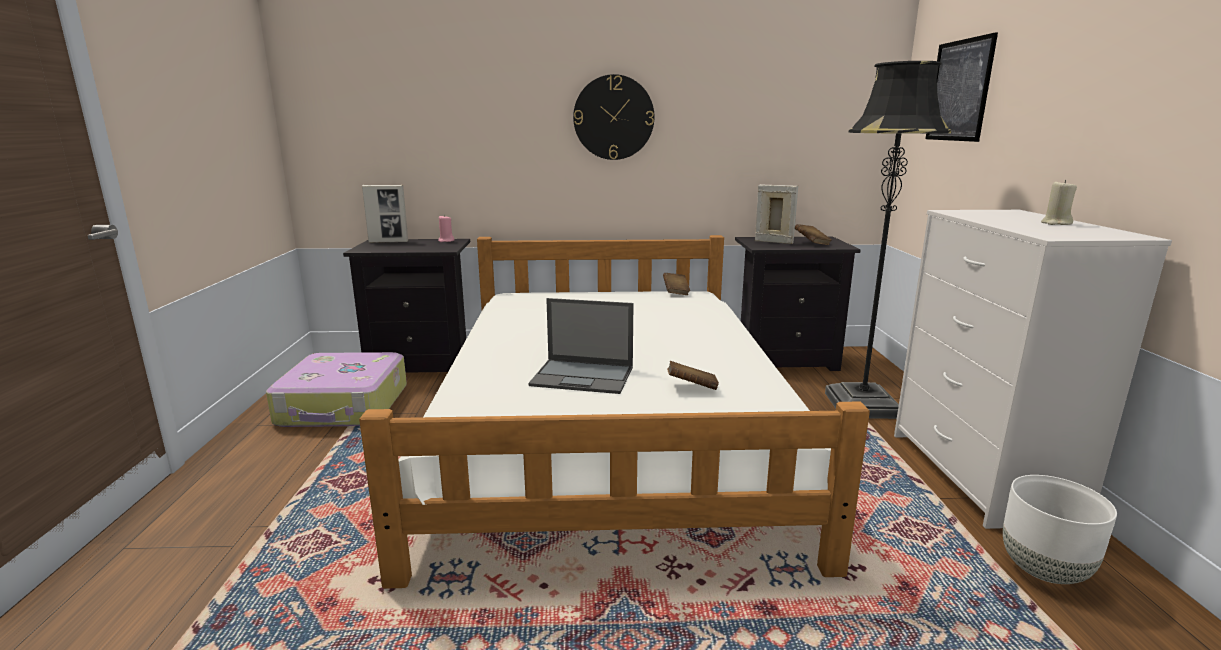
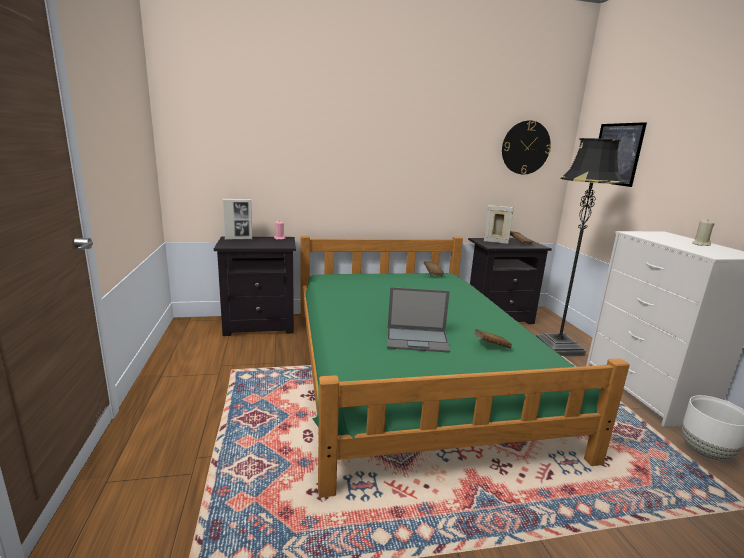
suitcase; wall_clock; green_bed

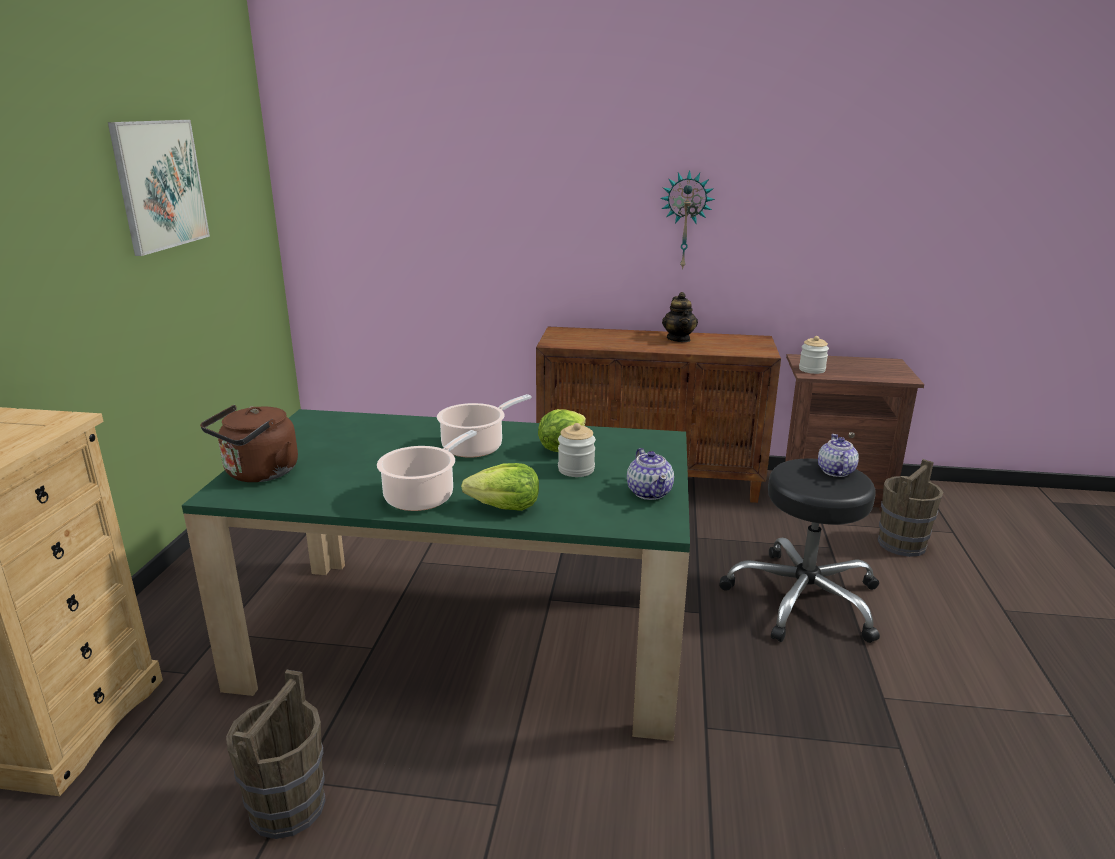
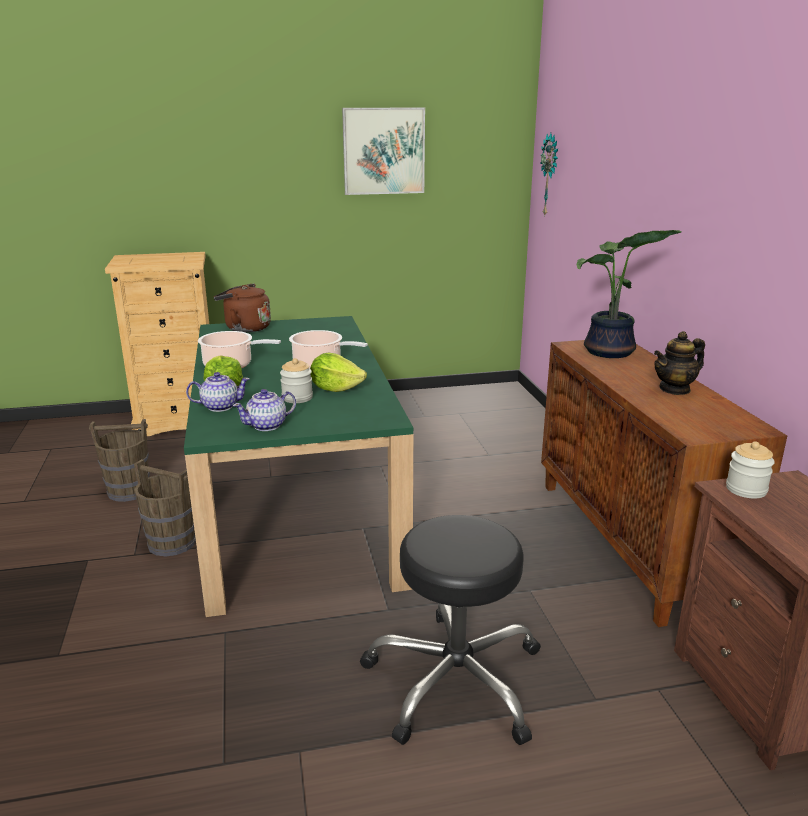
potted_plant; wall_clock; teapot (no. 1 from left); brown_bucket (no. 2 from left)

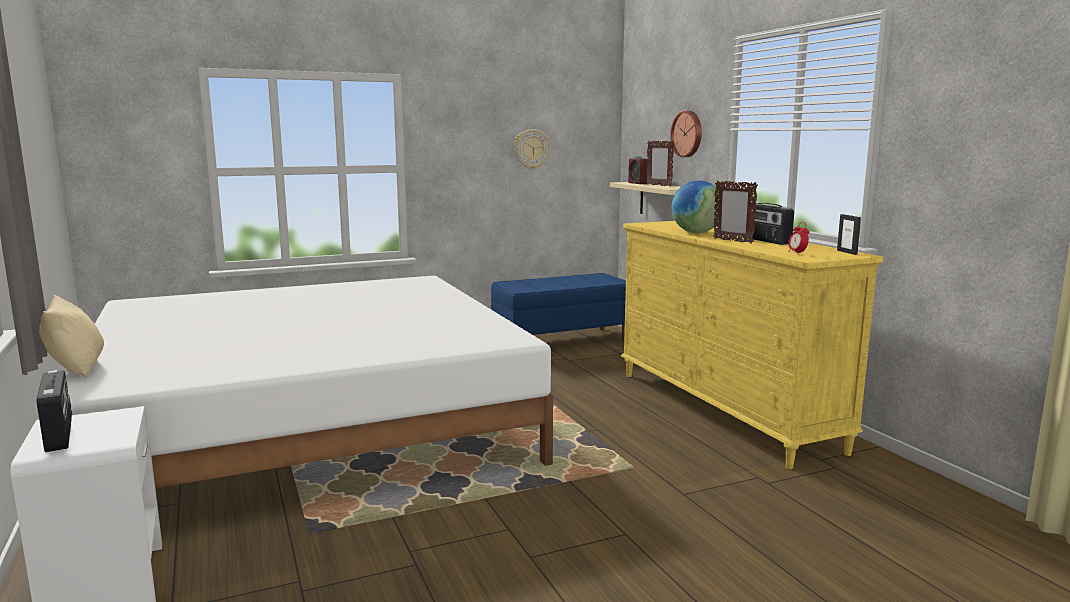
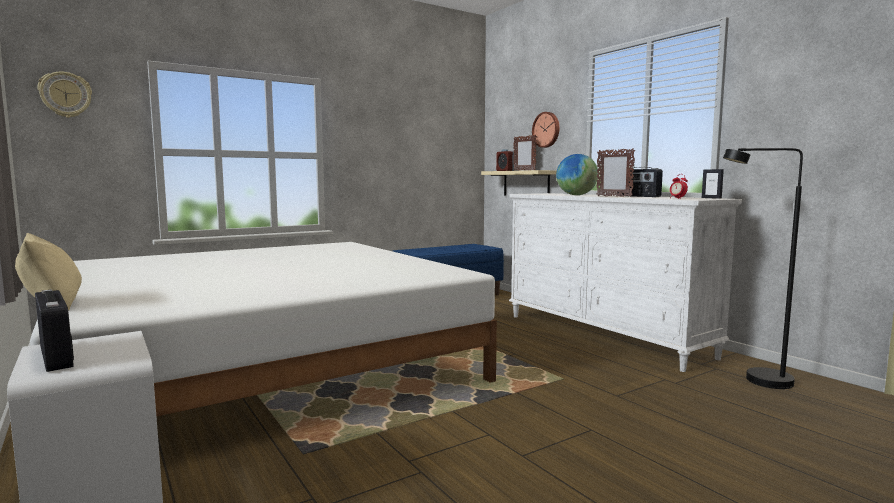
black_floor_lamp; wall_clock (no. 1 from left); white_dresser

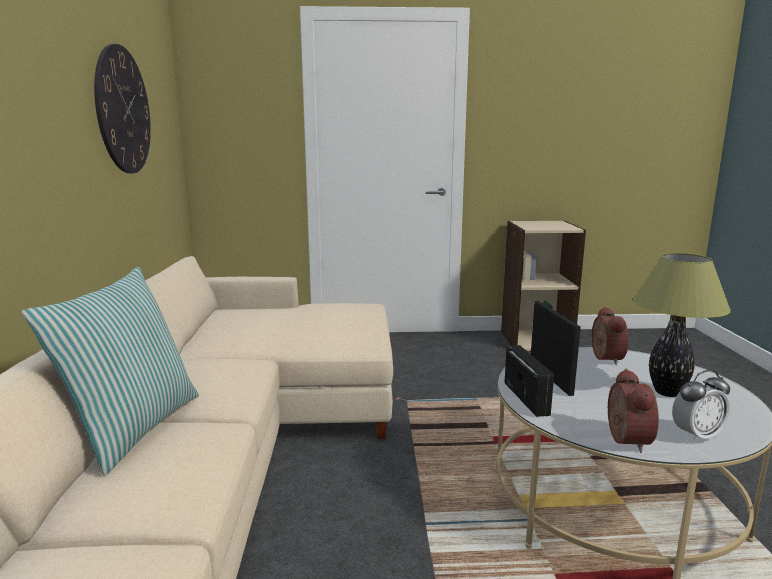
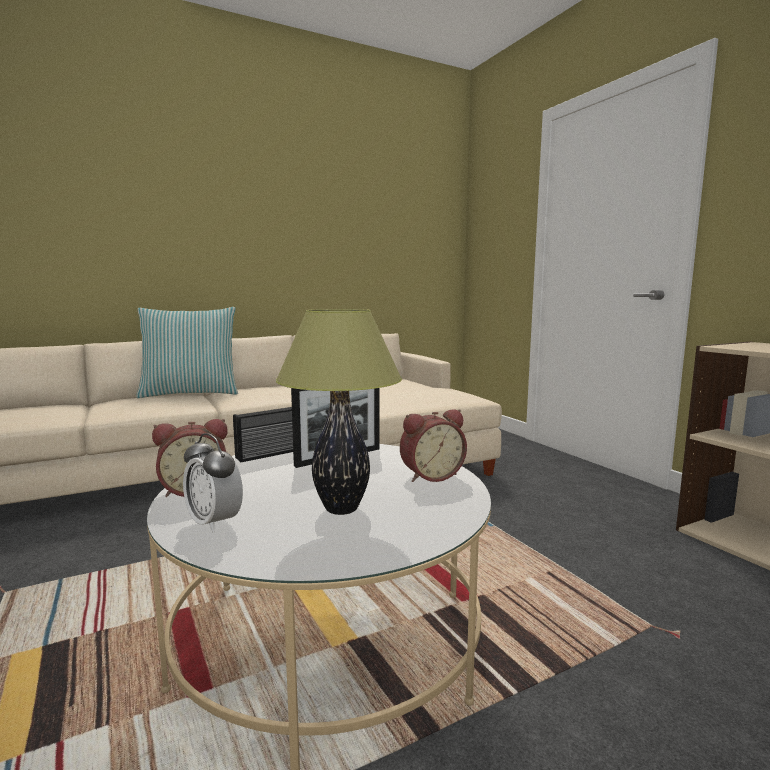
wall_clock

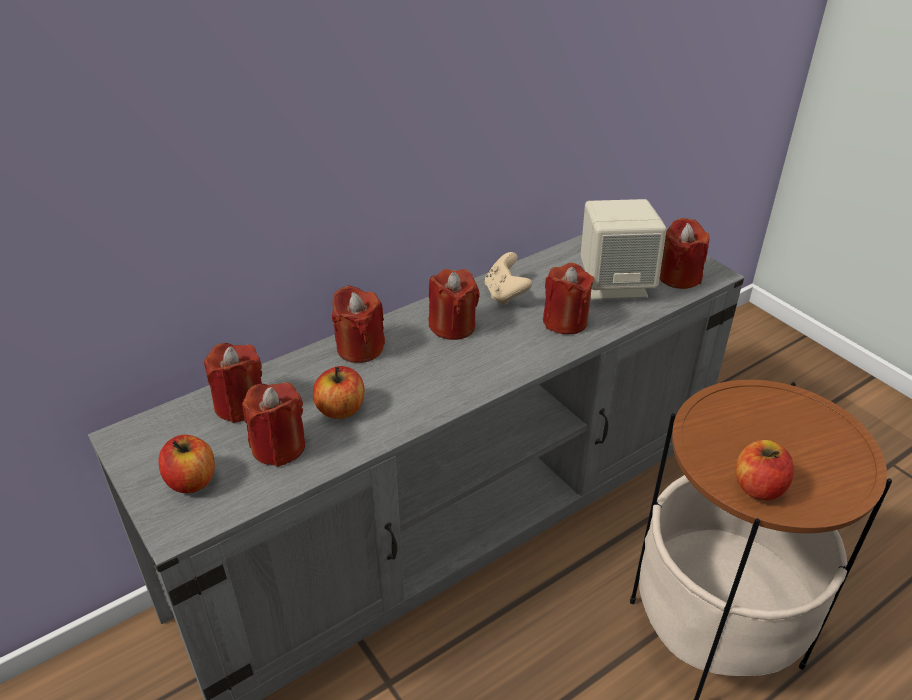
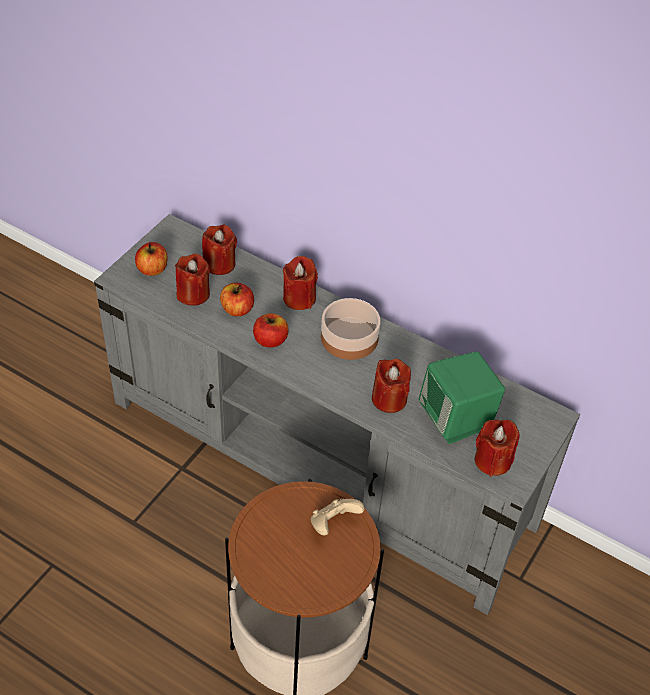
beige_game_controller; apple (no. 3 from left); bowl; green_speaker

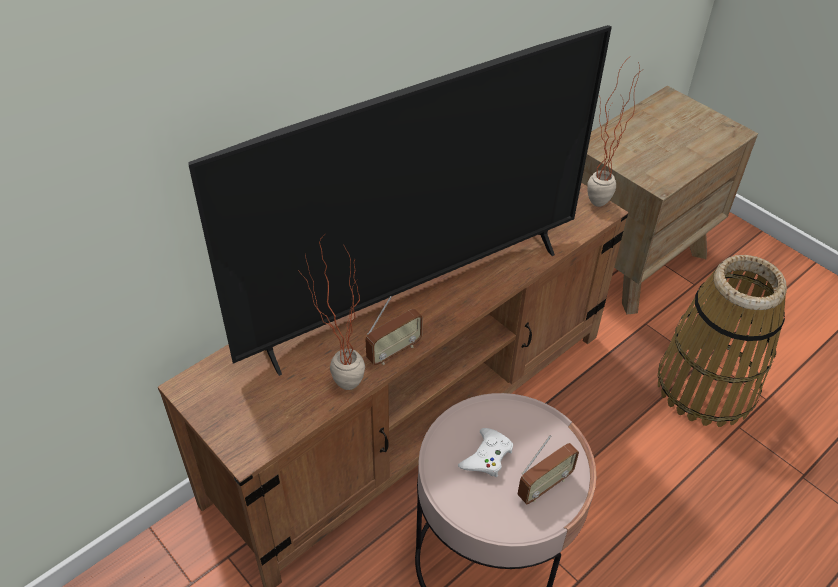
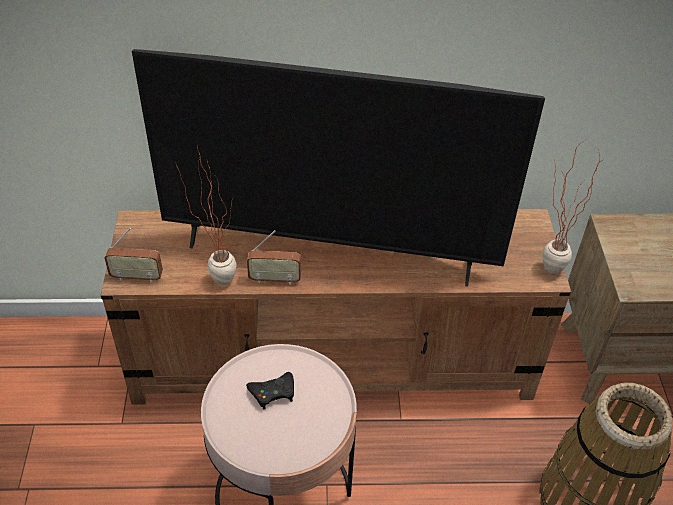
radio (no. 1 from left); black_game_controller

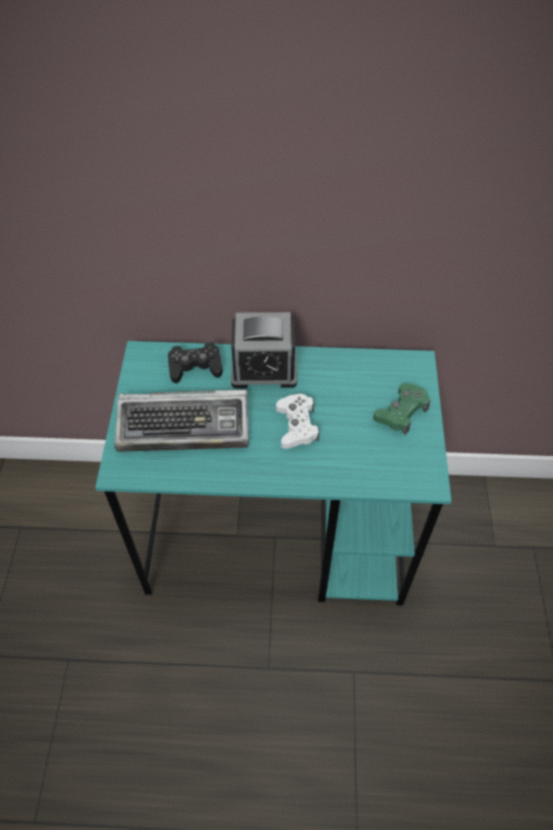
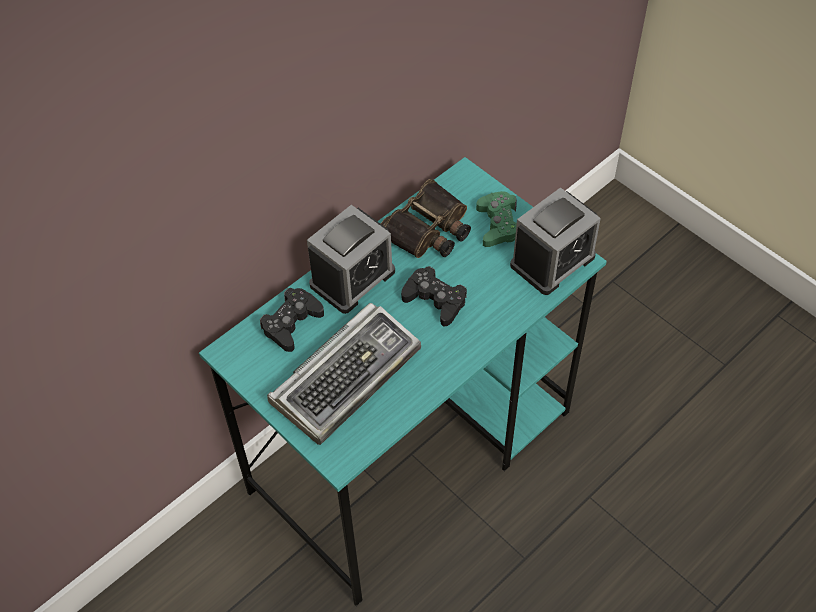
binoculars; alarm_clock (no. 2 from left); black_game_controller (no. 2 from left)

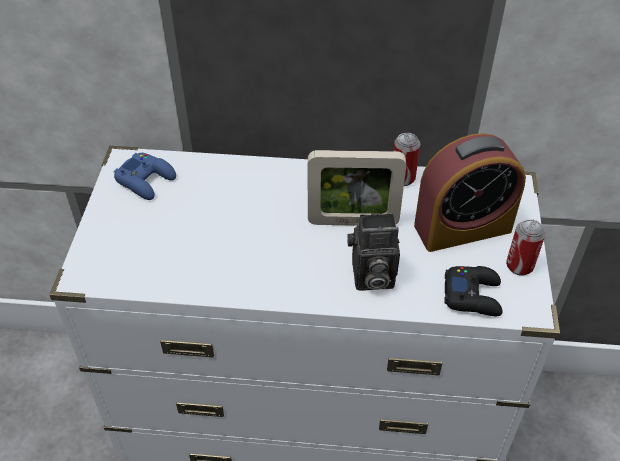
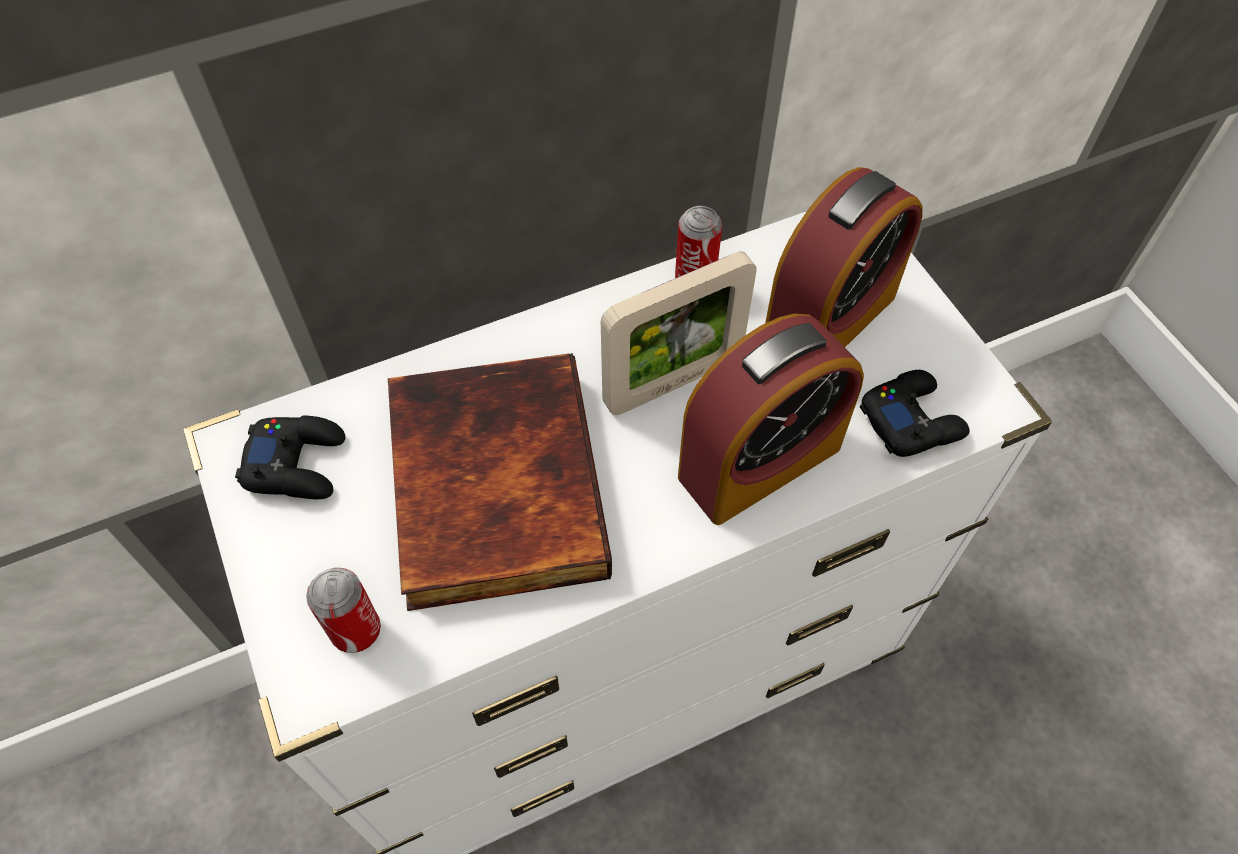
book; can (no. 1 from left); alarm_clock (no. 1 from left); black_game_controller (no. 1 from left)

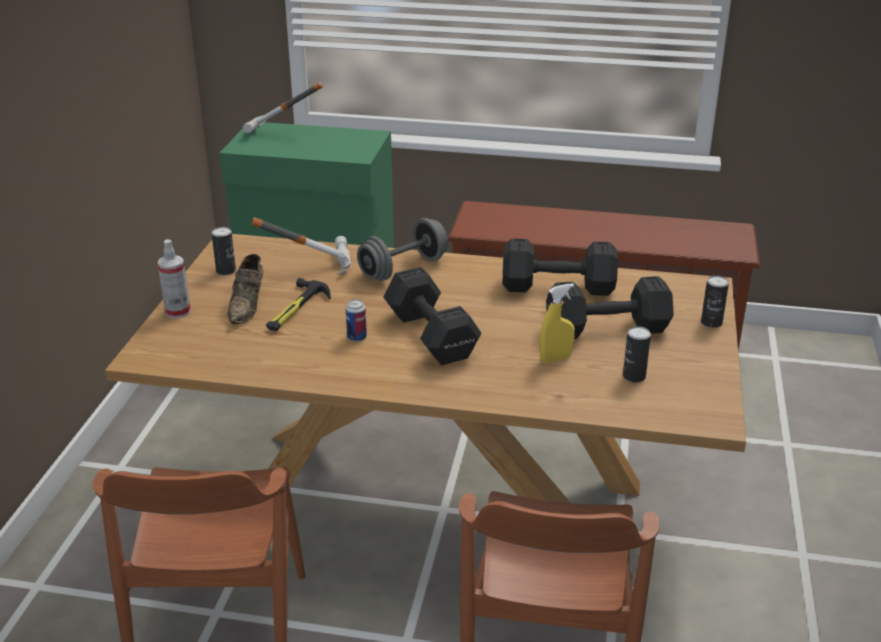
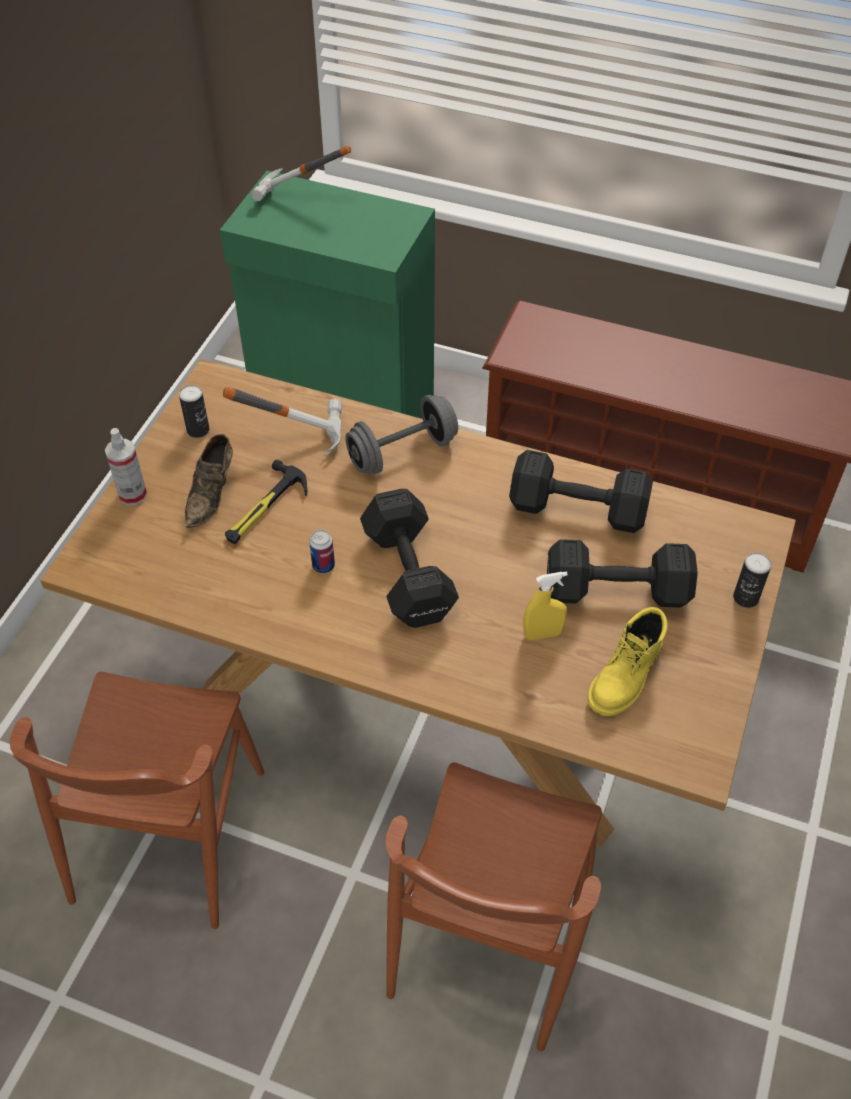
yellow_boot

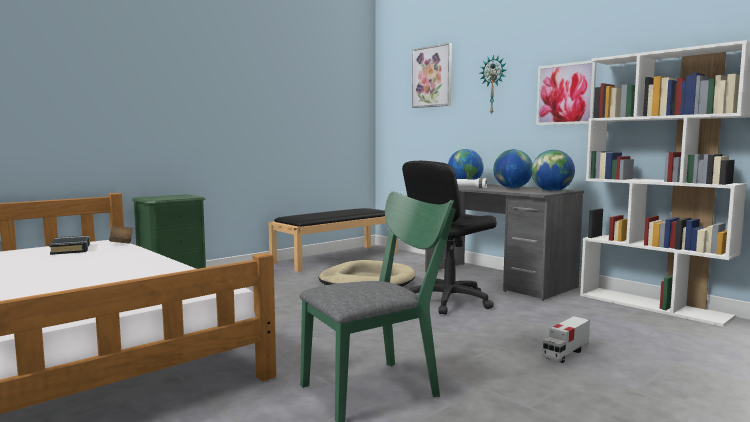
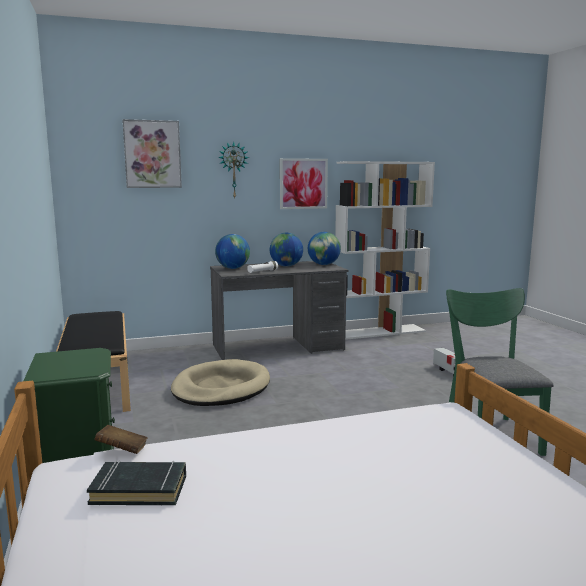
black_office_chair

